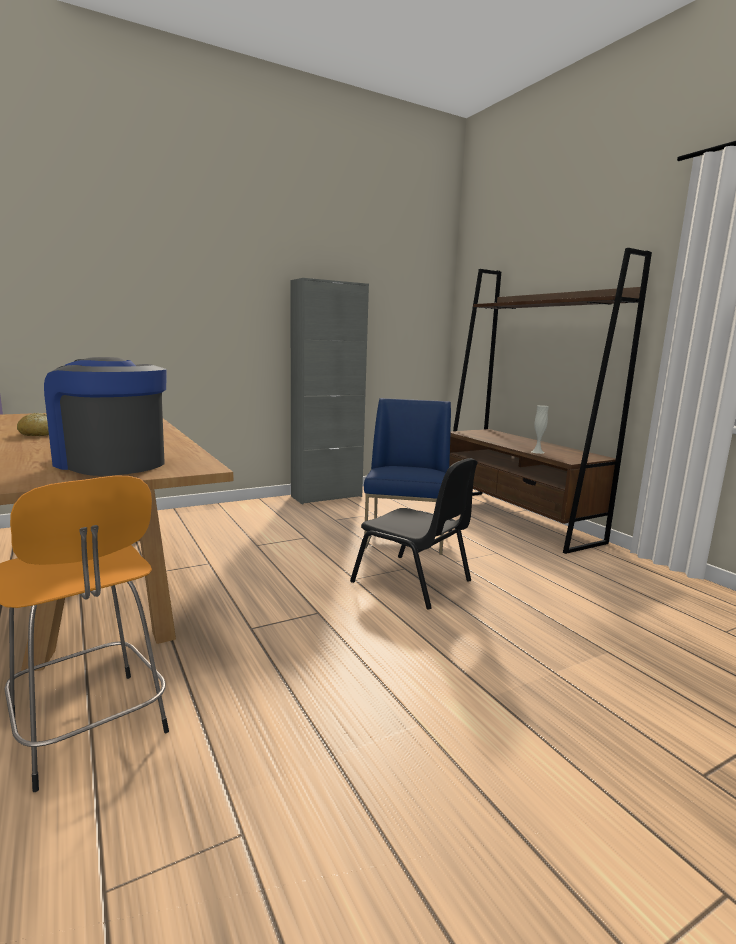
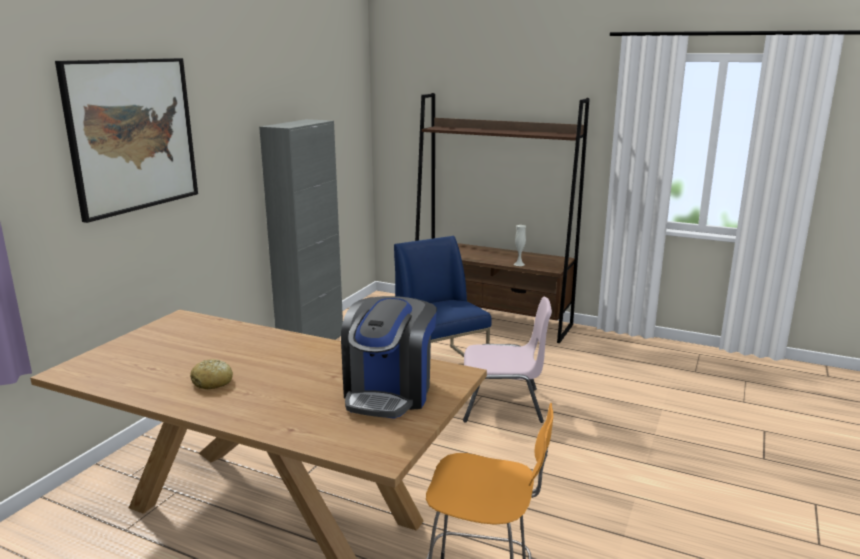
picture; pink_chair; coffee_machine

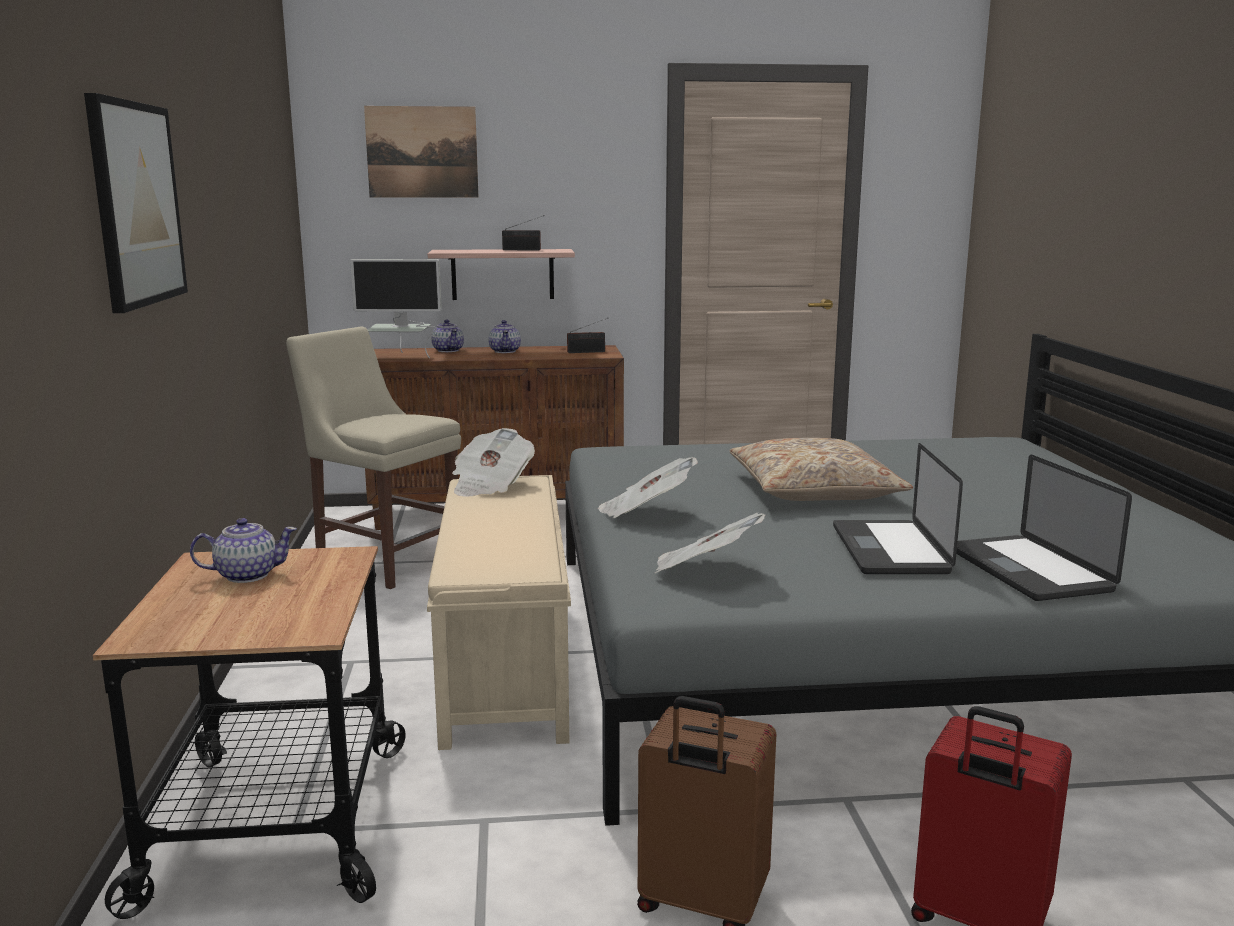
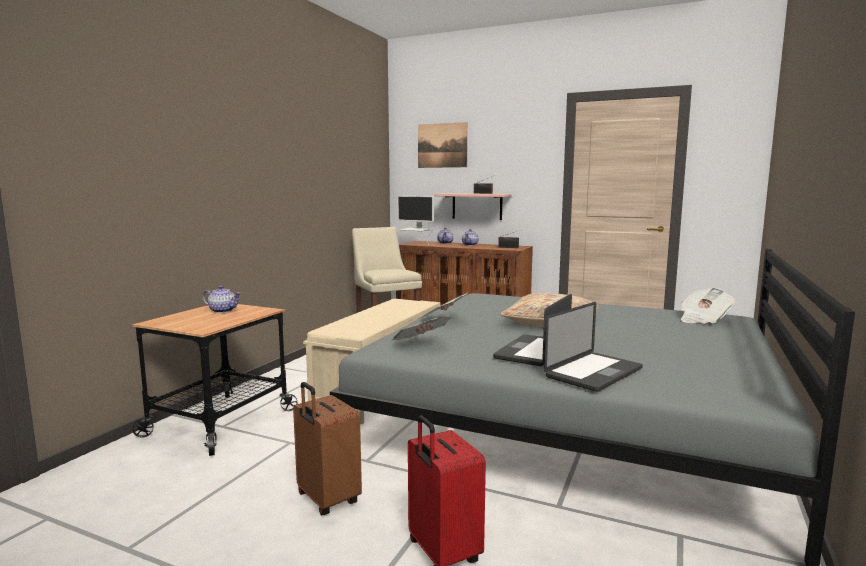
picture (no. 1 from left in the first image); newspaper (no. 3 from left); laptop (no. 2 from left)

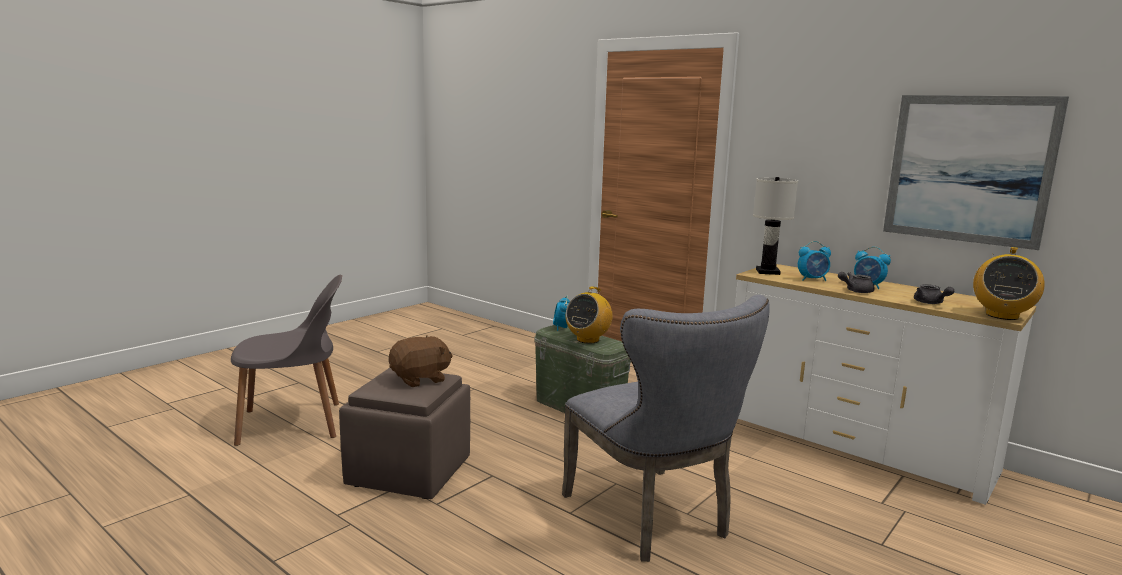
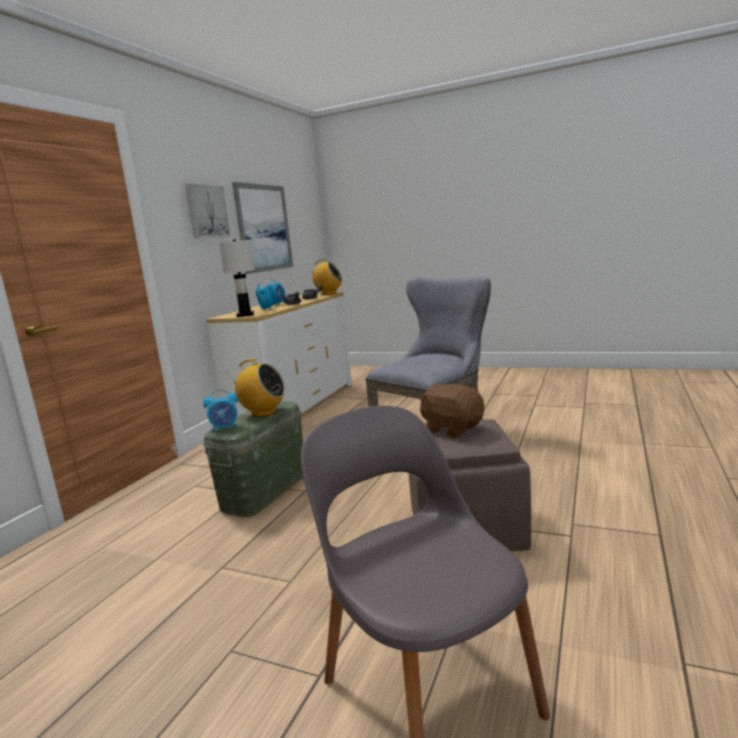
picture (no. 1 from left)

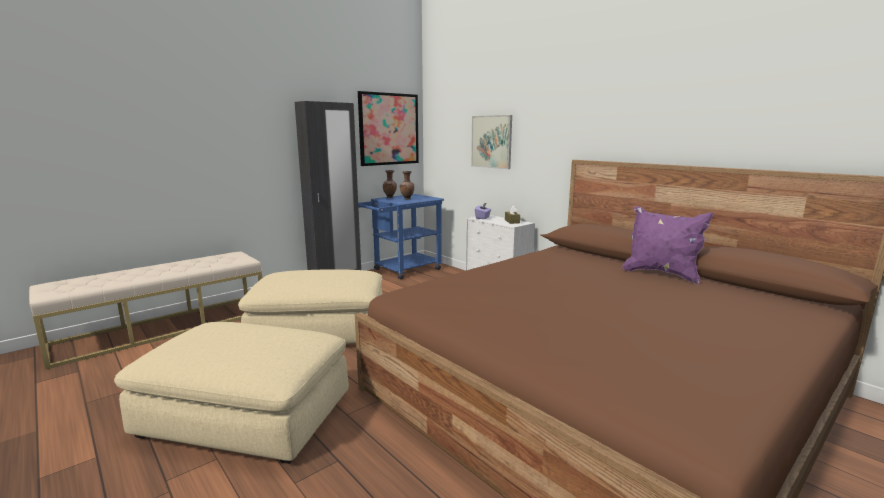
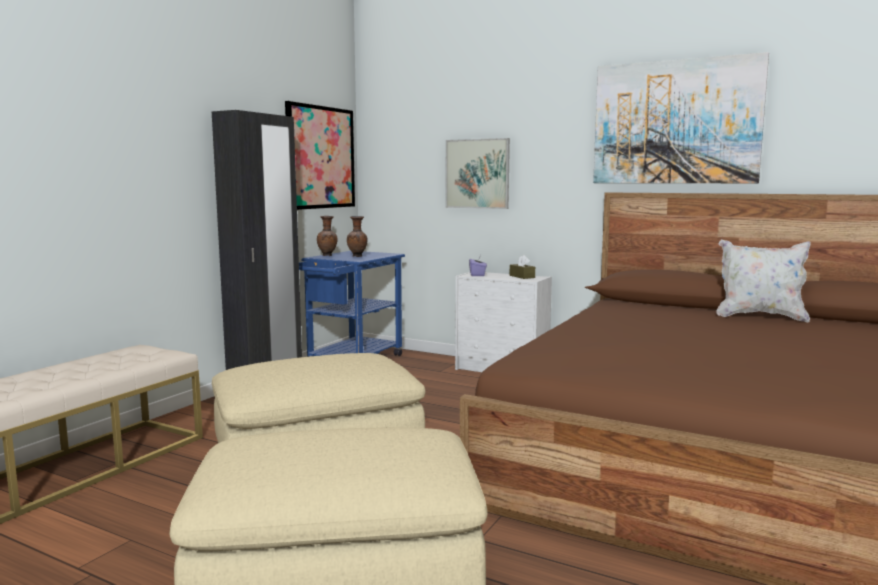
picture (no. 3 from left); white_pillow

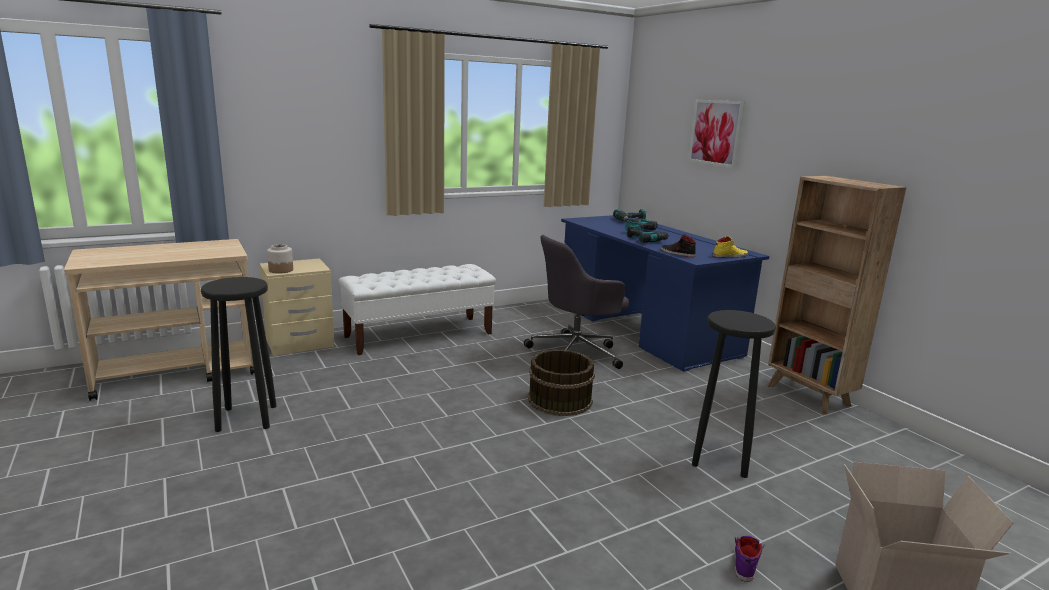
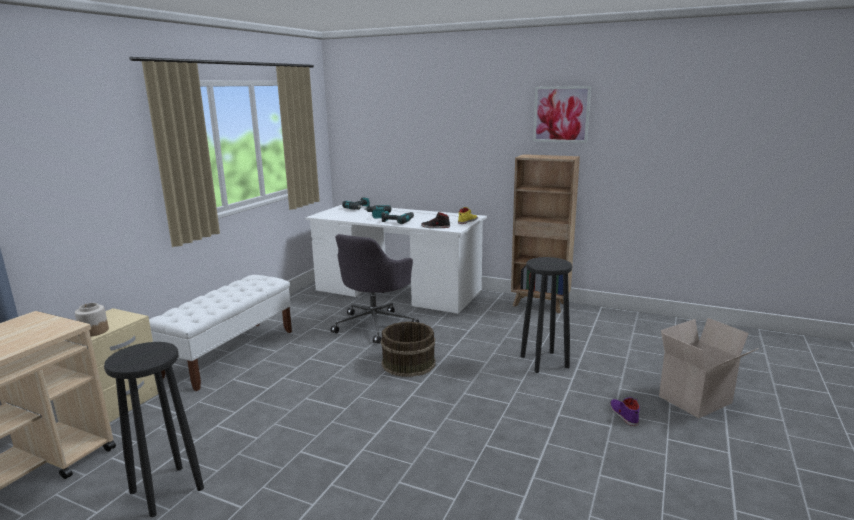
picture; white_desk

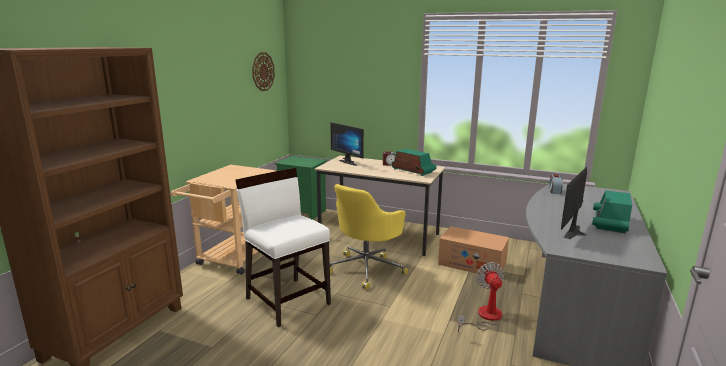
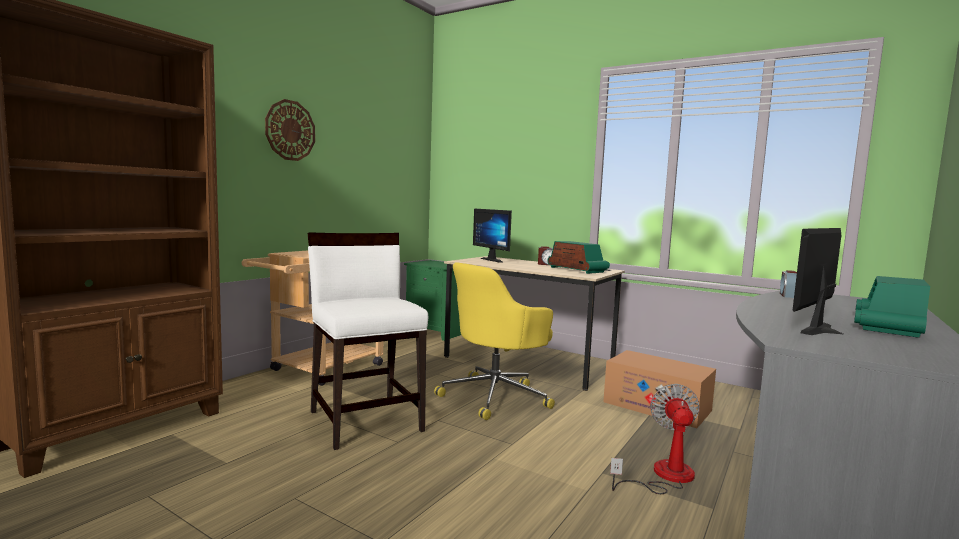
wall_clock

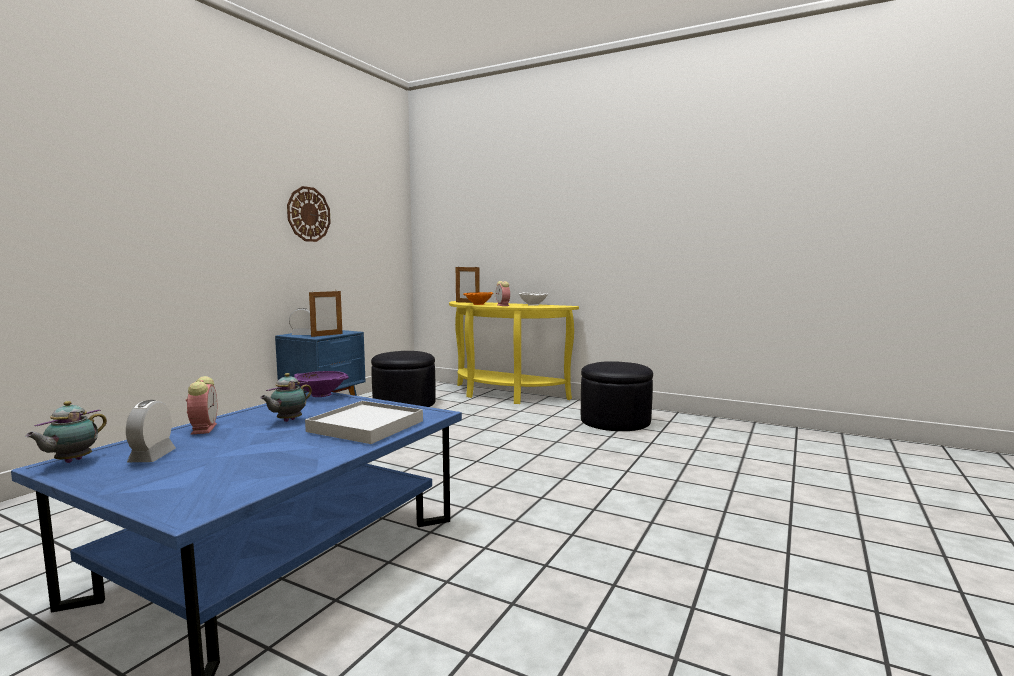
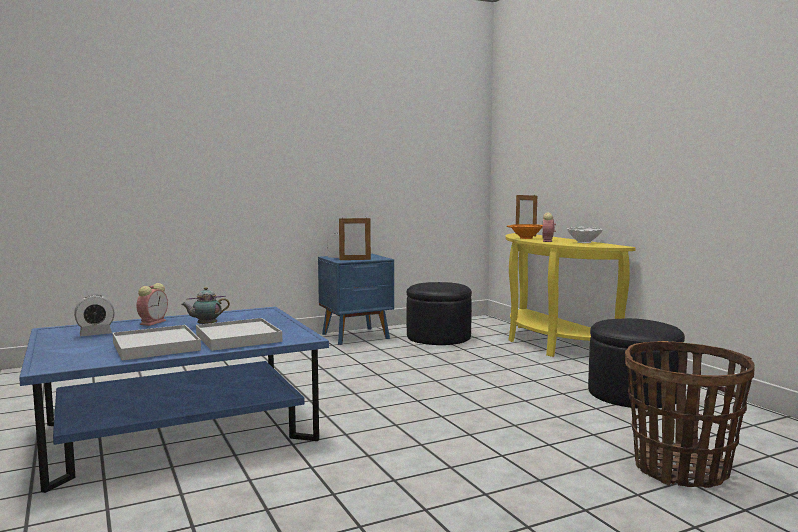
teapot (no. 1 from left in the first image); wall_clock; purple_bowl; white_tray (no. 1 from left); basket; alarm_clock (no. 1 from left)

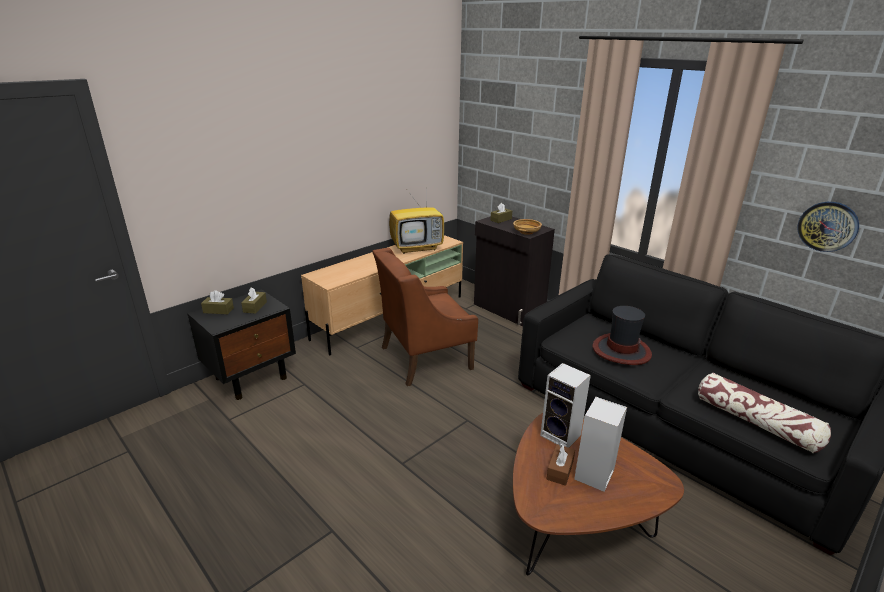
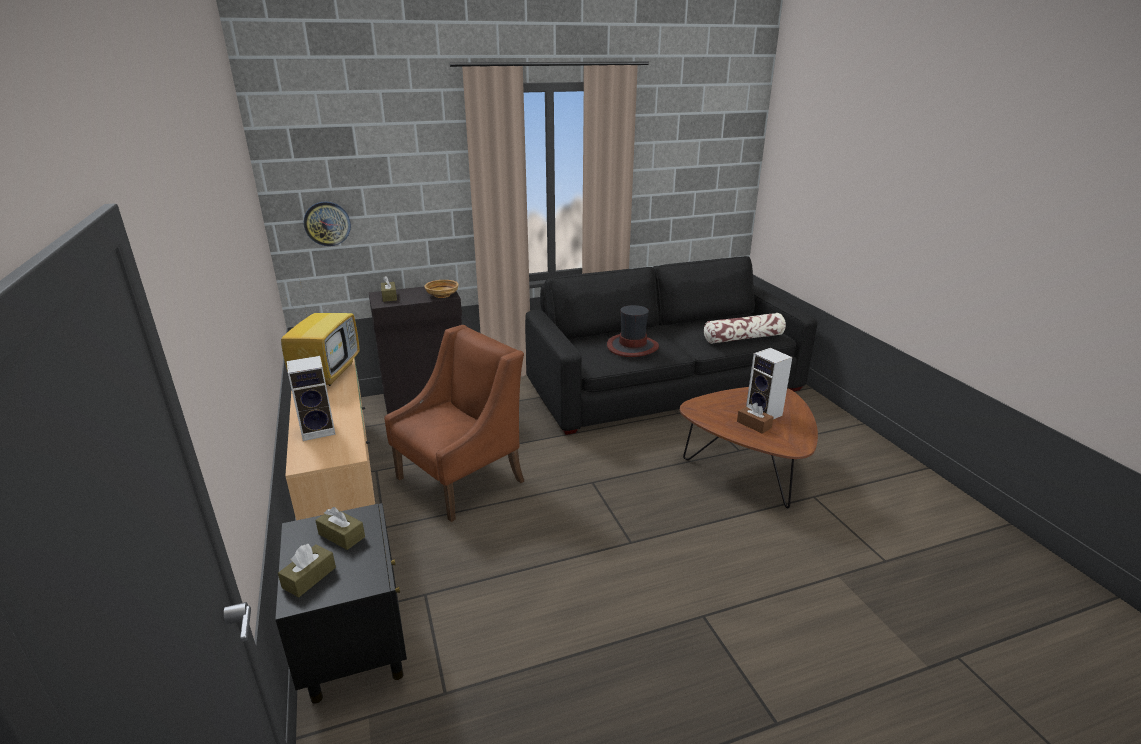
speaker (no. 1 from left); wall_clock; brown_armchair

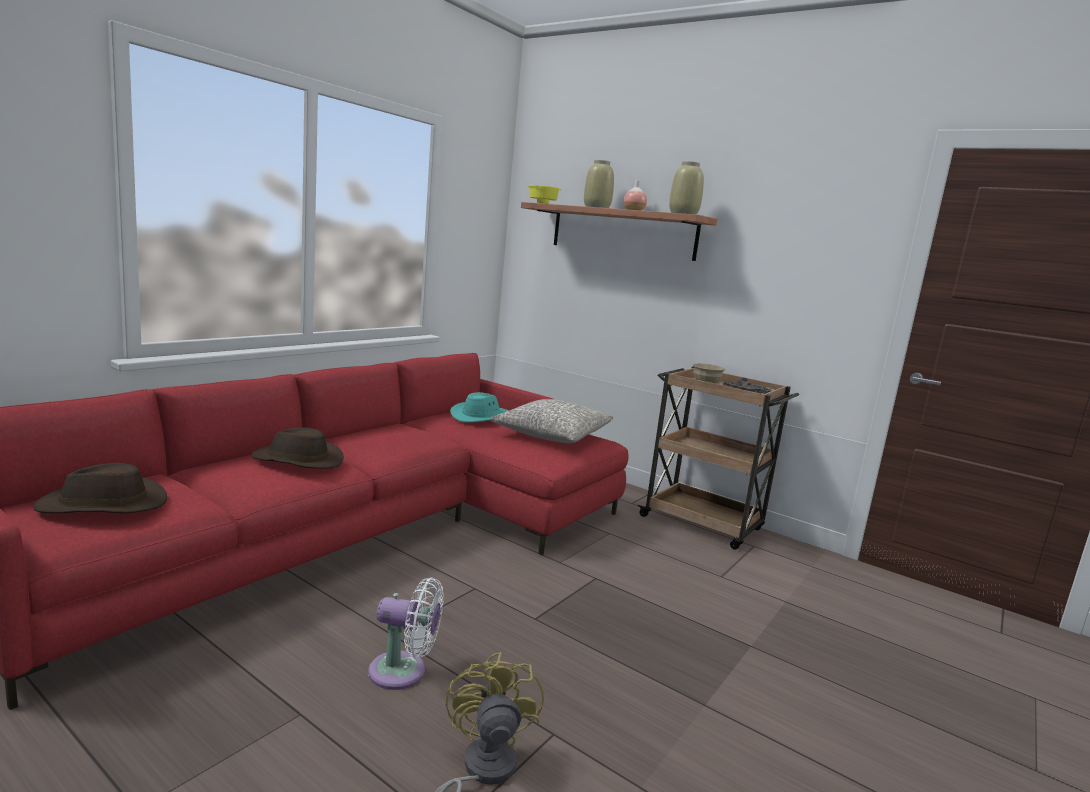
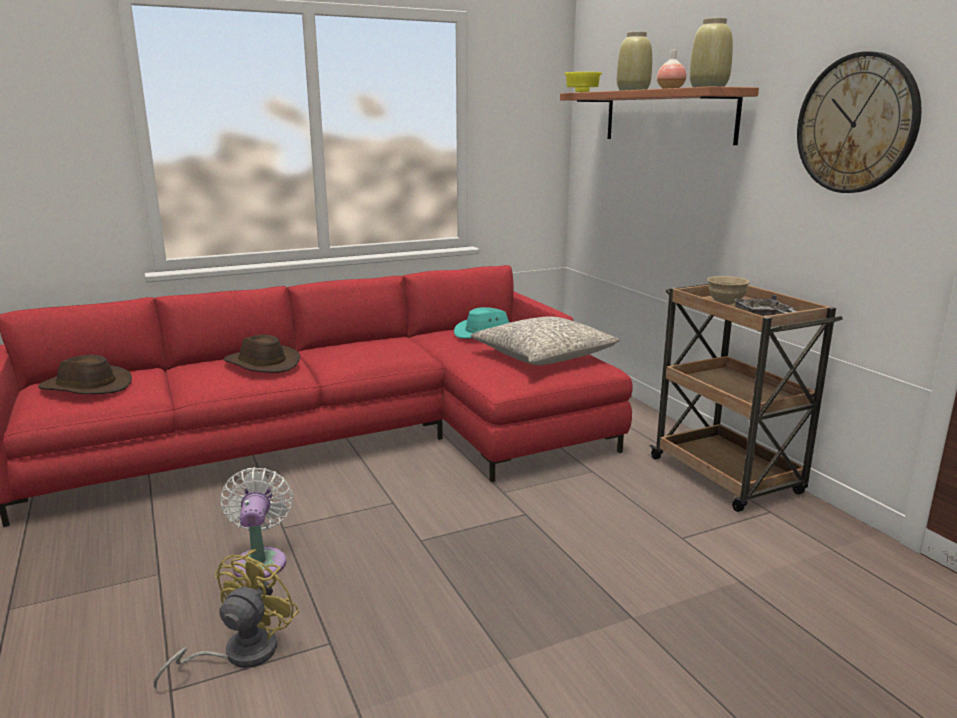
wall_clock; white_fan

